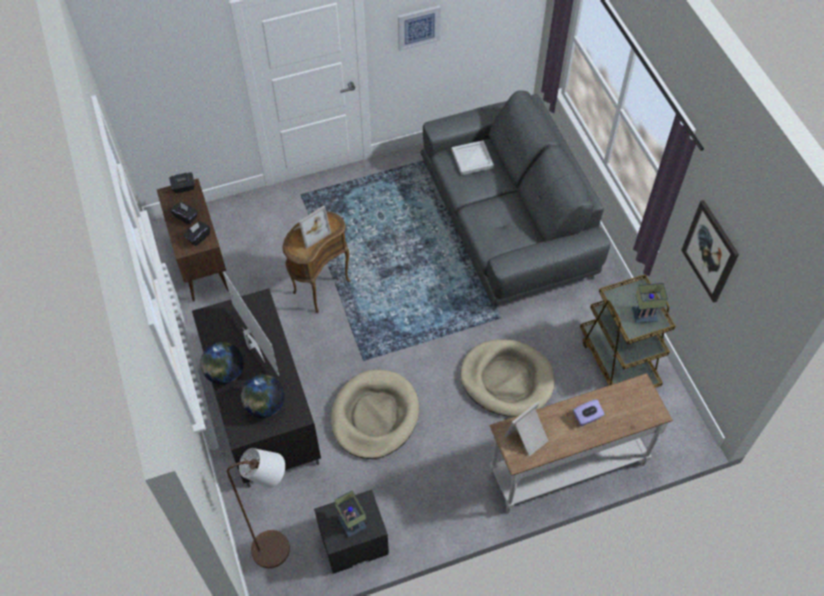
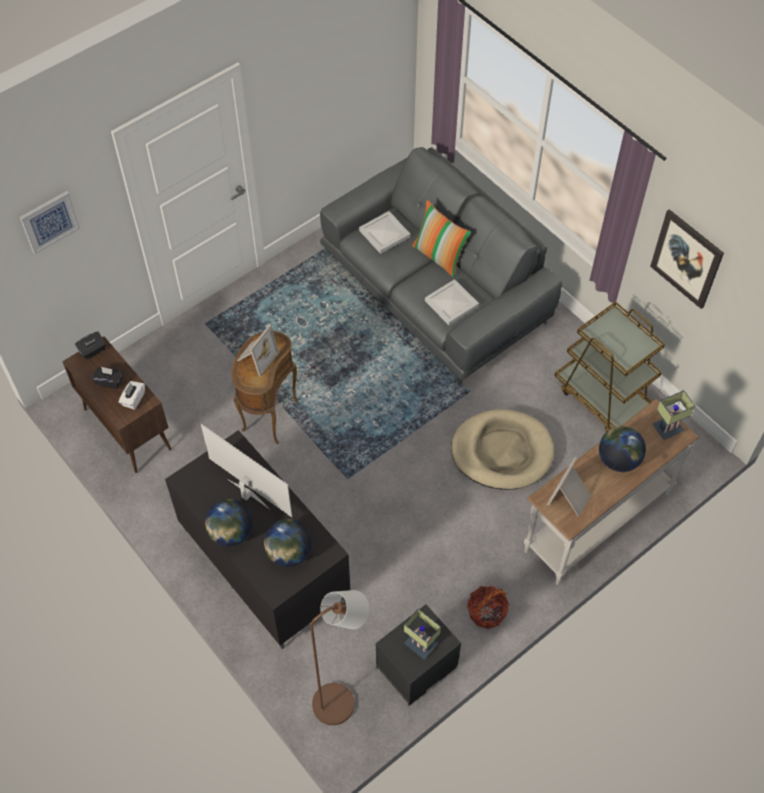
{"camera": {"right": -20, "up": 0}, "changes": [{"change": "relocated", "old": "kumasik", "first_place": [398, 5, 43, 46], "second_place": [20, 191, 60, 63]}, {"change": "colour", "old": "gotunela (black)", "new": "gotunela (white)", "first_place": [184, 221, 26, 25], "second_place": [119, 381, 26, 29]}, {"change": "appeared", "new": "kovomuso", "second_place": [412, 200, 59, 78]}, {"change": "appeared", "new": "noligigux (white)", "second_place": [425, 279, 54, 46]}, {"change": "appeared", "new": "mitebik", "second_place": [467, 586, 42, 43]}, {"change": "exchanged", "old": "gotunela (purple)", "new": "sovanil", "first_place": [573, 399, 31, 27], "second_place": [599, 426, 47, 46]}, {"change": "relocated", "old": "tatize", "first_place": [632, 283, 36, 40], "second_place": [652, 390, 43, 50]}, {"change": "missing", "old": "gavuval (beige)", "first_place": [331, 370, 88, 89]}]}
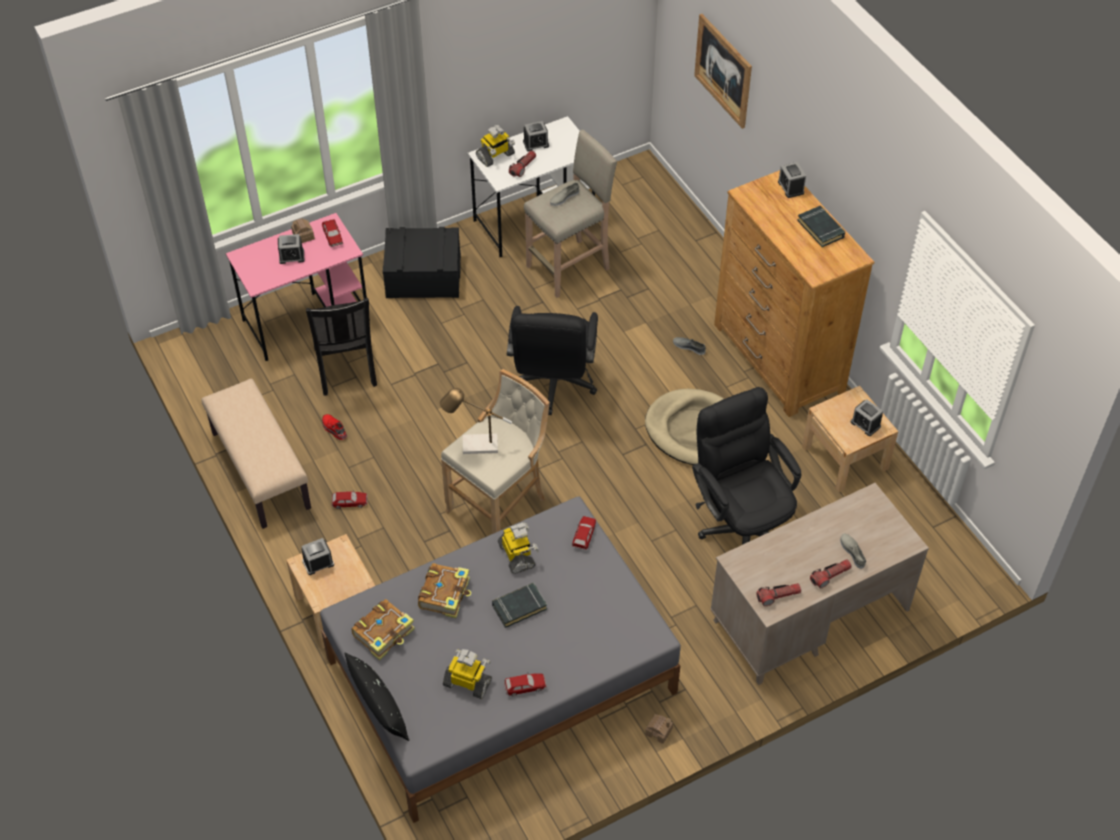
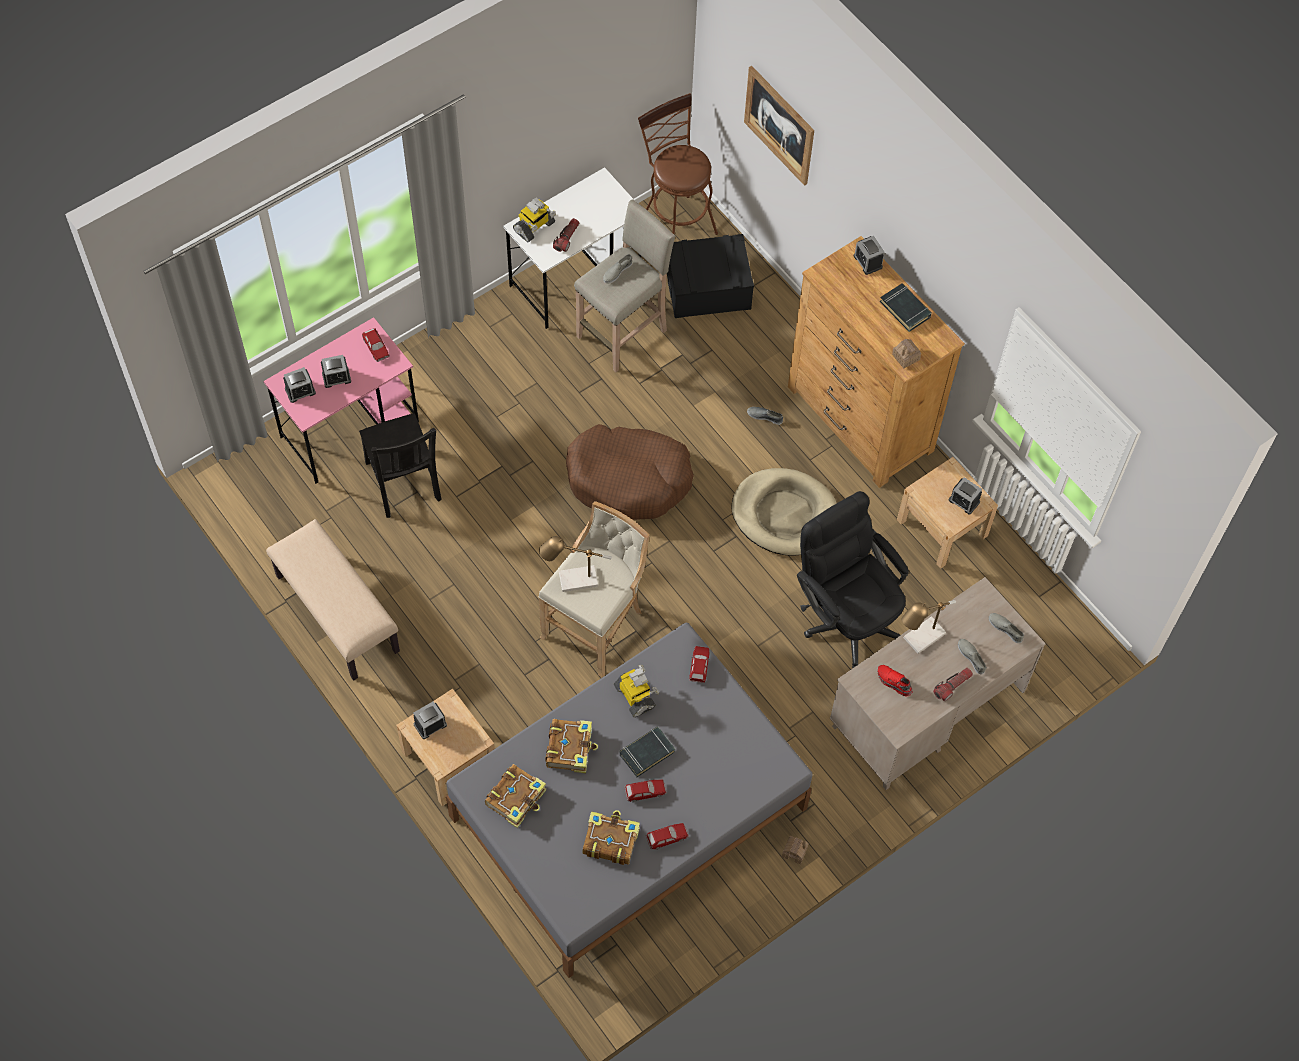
{"camera": {"right": -10, "up": 10}, "changes": [{"change": "relocated", "old": "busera", "first_place": [523, 121, 26, 31], "second_place": [283, 367, 33, 36]}, {"change": "exchanged", "old": "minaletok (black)", "new": "gavuval (brown)", "first_place": [507, 306, 91, 109], "second_place": [566, 424, 128, 96]}, {"change": "exchanged", "old": "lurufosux", "new": "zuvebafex", "first_place": [443, 649, 49, 50], "second_place": [583, 810, 57, 55]}, {"change": "relocated", "old": "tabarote", "first_place": [332, 491, 36, 18], "second_place": [624, 779, 42, 23]}, {"change": "appeared", "new": "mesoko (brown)", "second_place": [638, 93, 80, 142]}, {"change": "relocated", "old": "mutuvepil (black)", "first_place": [383, 227, 78, 71], "second_place": [667, 234, 87, 84]}, {"change": "relocated", "old": "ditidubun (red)", "first_place": [322, 414, 25, 26], "second_place": [878, 665, 35, 31]}, {"change": "relocated", "old": "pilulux", "first_place": [291, 218, 24, 25], "second_place": [892, 339, 29, 29]}, {"change": "appeared", "new": "tatize", "second_place": [902, 600, 54, 54]}, {"change": "appeared", "new": "ditidubun (grey)", "second_place": [989, 613, 35, 30]}, {"change": "missing", "old": "kovomuso (black)", "first_place": [345, 653, 64, 88]}, {"change": "missing", "old": "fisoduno", "first_place": [756, 583, 45, 23]}]}
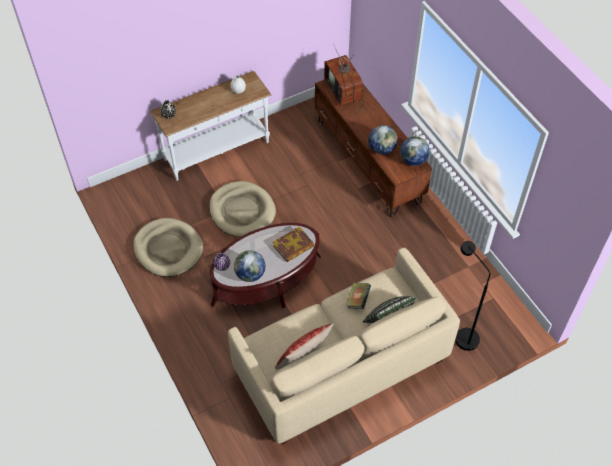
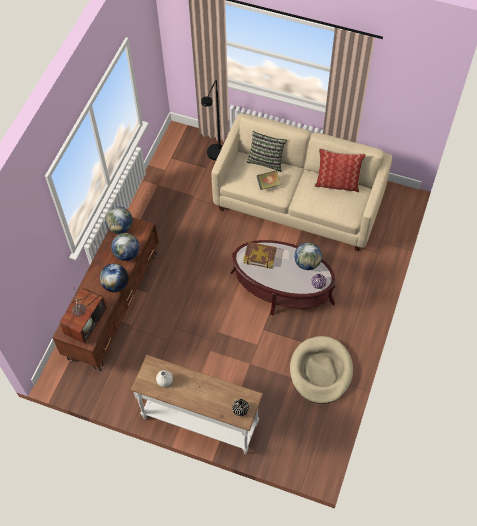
{"camera": {"right": -130, "up": 5}, "changes": [{"change": "appeared", "new": "sovanil", "second_place": [100, 264, 29, 28]}, {"change": "missing", "old": "gavuval (beige)", "first_place": [209, 181, 67, 56]}]}
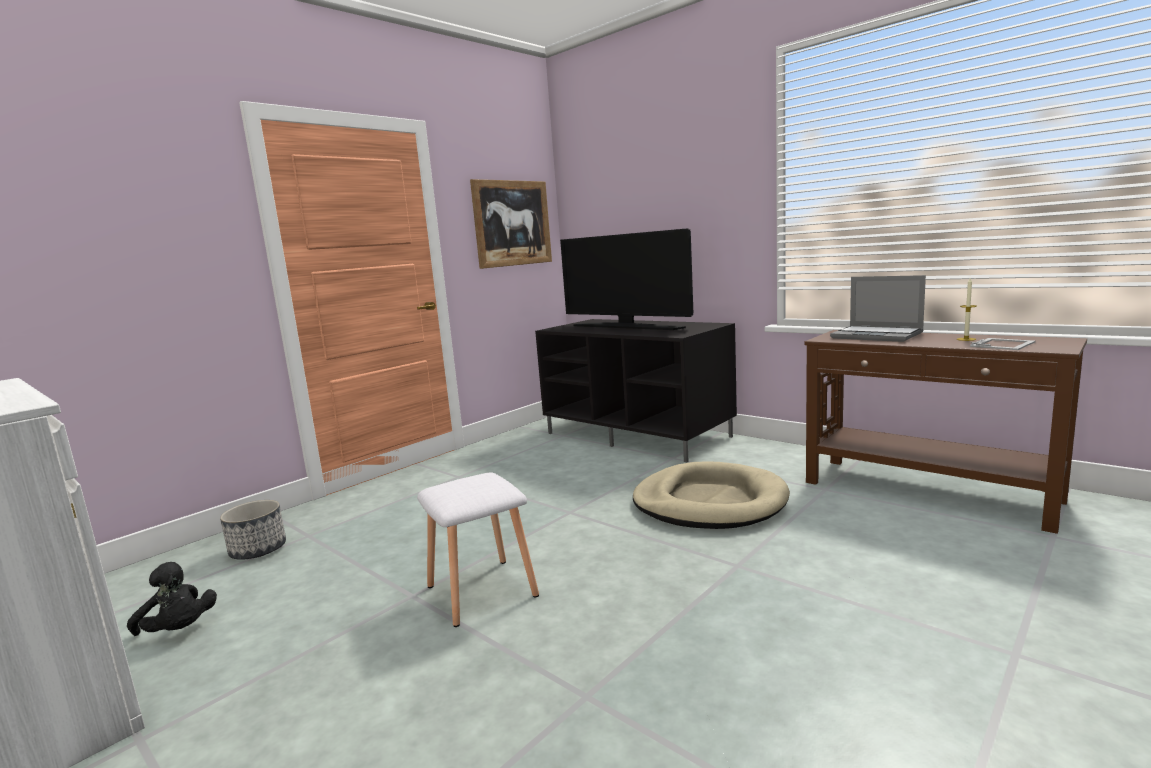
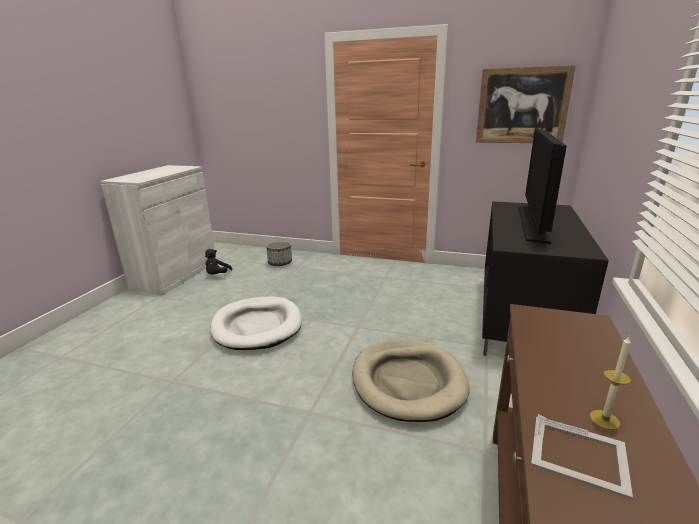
{"camera": {"right": 65, "up": 10}, "changes": [{"change": "exchanged", "old": "mesoko (white)", "new": "gavuval (white)", "first_place": [417, 473, 122, 154], "second_place": [210, 297, 92, 53]}, {"change": "missing", "old": "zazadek", "first_place": [830, 275, 96, 67]}]}
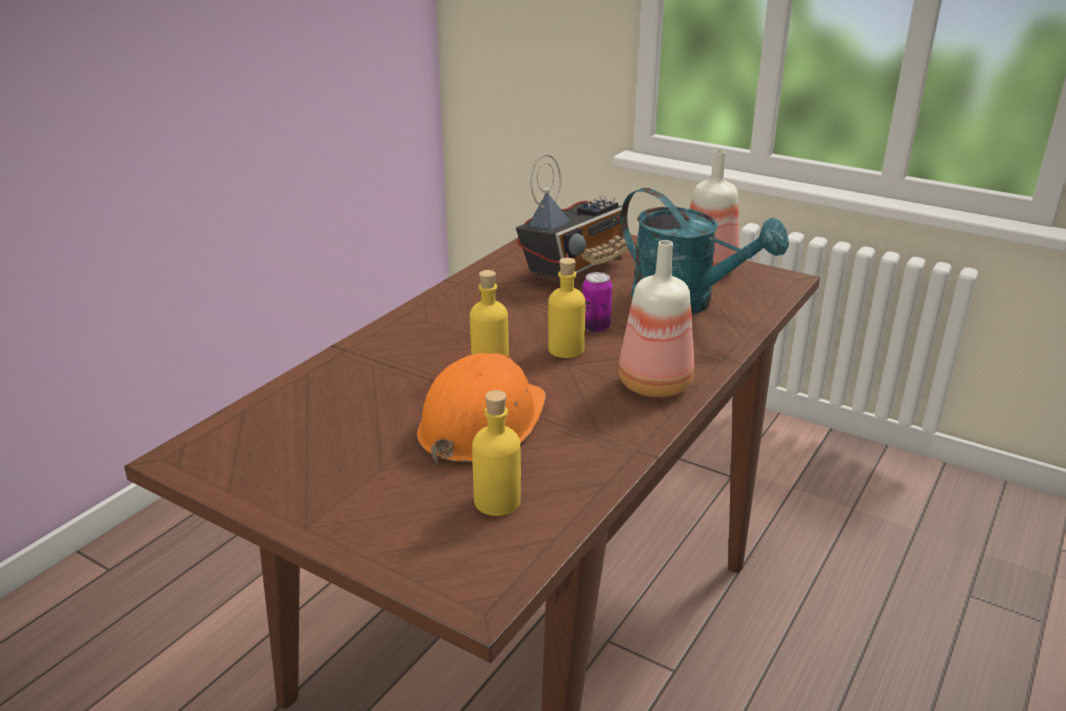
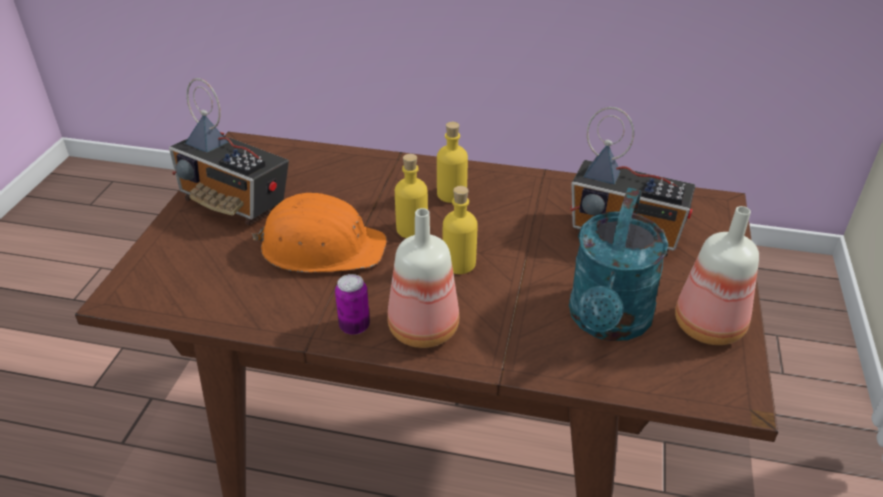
{"camera": {"right": 70, "up": 10}, "changes": [{"change": "appeared", "new": "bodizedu", "second_place": [169, 78, 120, 147]}, {"change": "relocated", "old": "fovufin", "first_place": [582, 272, 31, 60], "second_place": [335, 274, 35, 61]}, {"change": "relocated", "old": "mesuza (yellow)", "first_place": [472, 390, 49, 126], "second_place": [437, 122, 31, 81]}]}
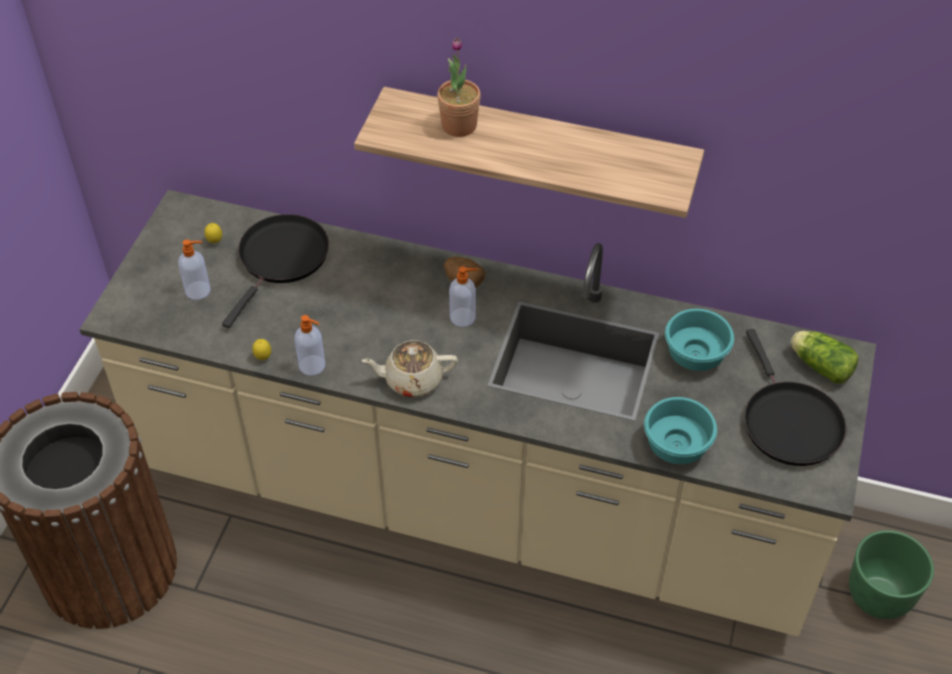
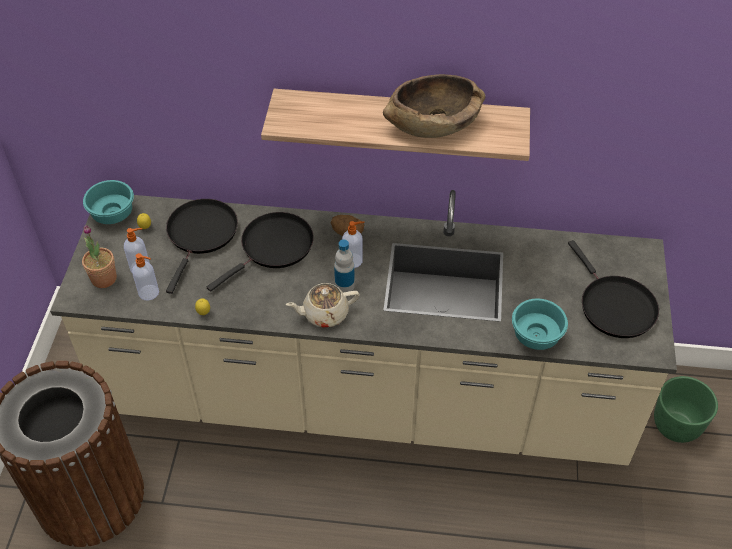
{"camera": {"right": -10, "up": 0}, "changes": [{"change": "relocated", "old": "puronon", "first_place": [437, 37, 44, 100], "second_place": [82, 225, 35, 63]}, {"change": "relocated", "old": "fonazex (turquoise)", "first_place": [665, 309, 69, 62], "second_place": [83, 180, 51, 44]}, {"change": "relocated", "old": "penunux", "first_place": [294, 315, 31, 61], "second_place": [132, 253, 27, 48]}, {"change": "appeared", "new": "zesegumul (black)", "second_place": [207, 212, 107, 79]}, {"change": "appeared", "new": "mesuza", "second_place": [334, 239, 21, 54]}, {"change": "appeared", "new": "fonazex (brown)", "second_place": [383, 74, 102, 64]}, {"change": "missing", "old": "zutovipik", "first_place": [790, 331, 69, 53]}]}
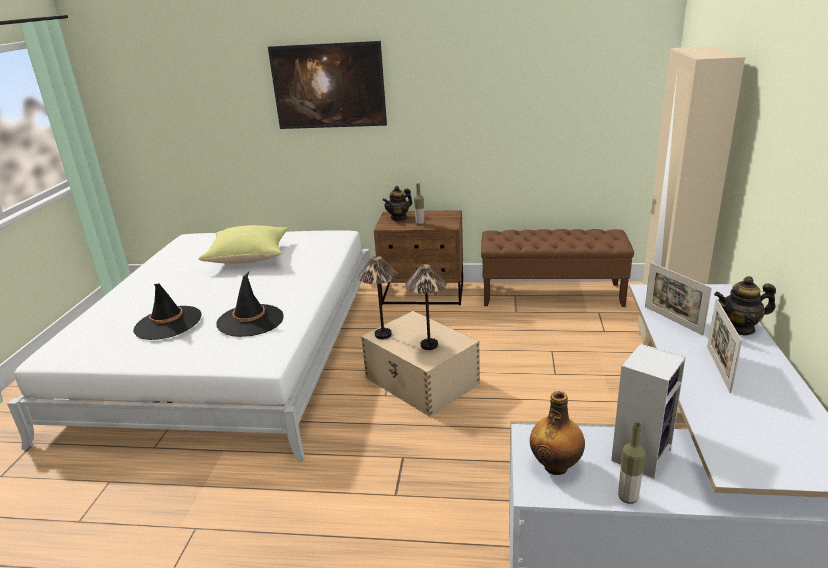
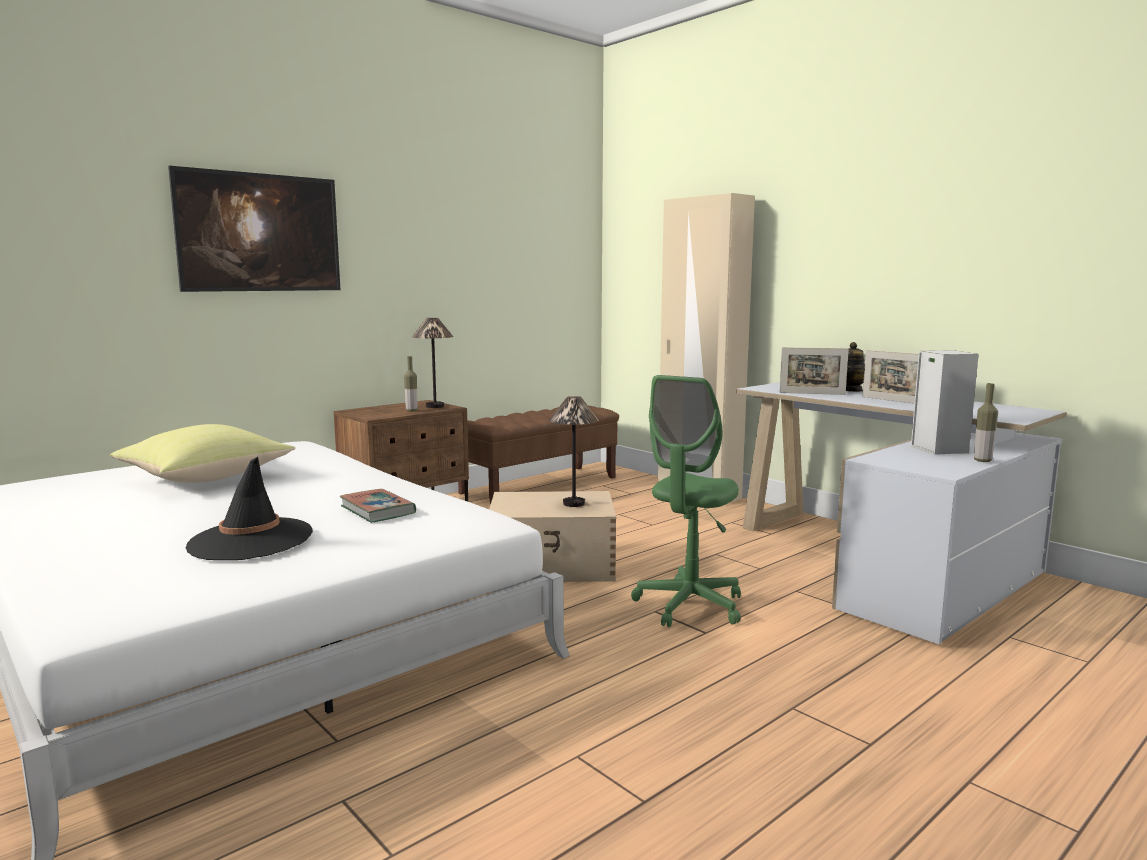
{"camera": {"right": -50, "up": -15}, "changes": [{"change": "exchanged", "old": "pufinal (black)", "new": "zuvebafex", "first_place": [216, 272, 67, 65], "second_place": [339, 489, 77, 34]}, {"change": "relocated", "old": "tatize", "first_place": [358, 256, 40, 83], "second_place": [412, 318, 41, 90]}, {"change": "appeared", "new": "minaletok (green)", "second_place": [631, 375, 110, 252]}, {"change": "missing", "old": "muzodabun", "first_place": [383, 186, 29, 35]}, {"change": "missing", "old": "mesuza", "first_place": [530, 391, 55, 84]}]}
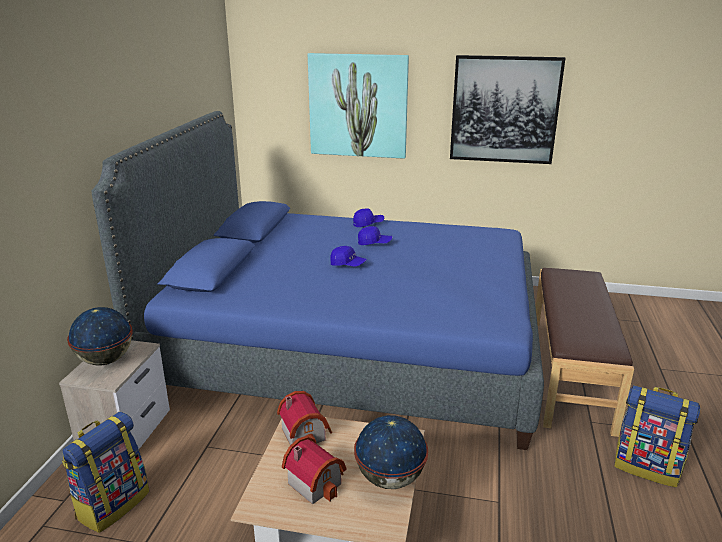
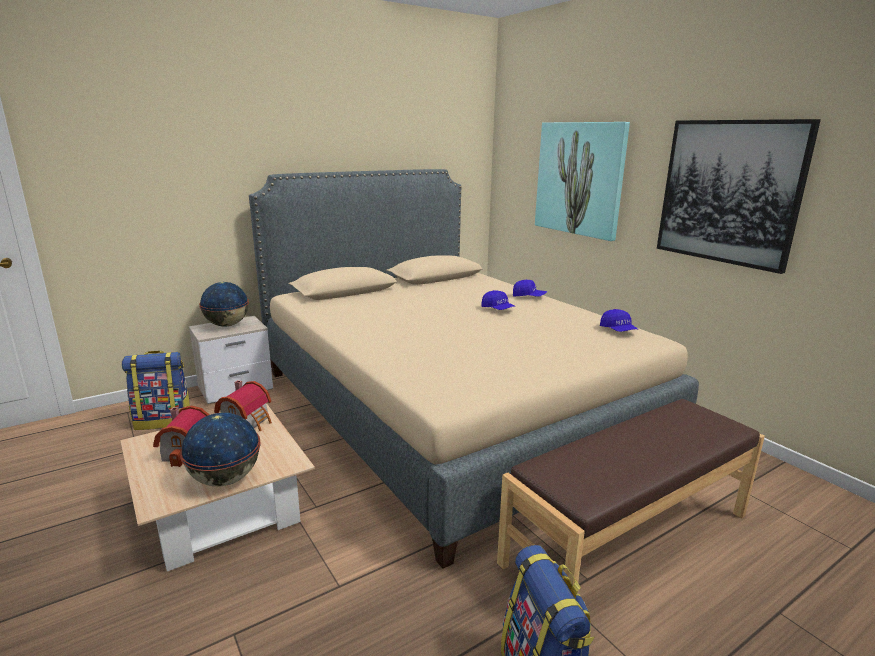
{"camera": {"right": 45, "up": -5}, "changes": [{"change": "colour", "old": "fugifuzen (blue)", "new": "fugifuzen (beige)", "first_place": [92, 111, 452, 339], "second_place": [249, 169, 450, 400]}, {"change": "relocated", "old": "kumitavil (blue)", "first_place": [330, 246, 37, 20], "second_place": [600, 309, 38, 23]}]}
